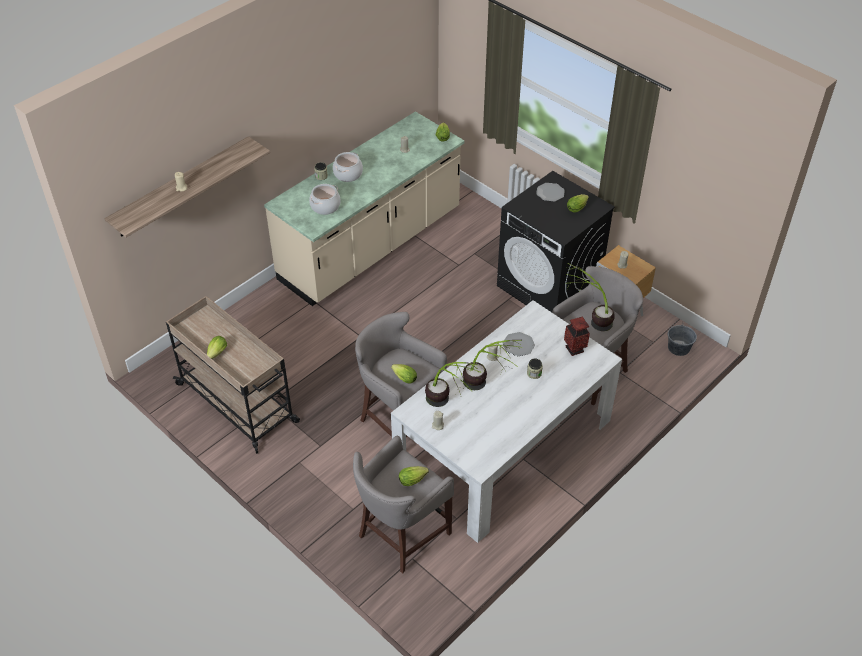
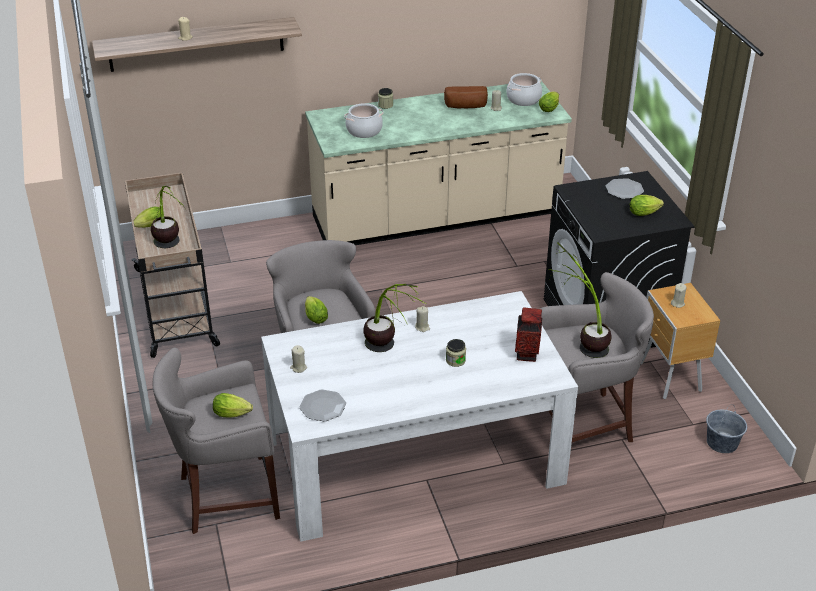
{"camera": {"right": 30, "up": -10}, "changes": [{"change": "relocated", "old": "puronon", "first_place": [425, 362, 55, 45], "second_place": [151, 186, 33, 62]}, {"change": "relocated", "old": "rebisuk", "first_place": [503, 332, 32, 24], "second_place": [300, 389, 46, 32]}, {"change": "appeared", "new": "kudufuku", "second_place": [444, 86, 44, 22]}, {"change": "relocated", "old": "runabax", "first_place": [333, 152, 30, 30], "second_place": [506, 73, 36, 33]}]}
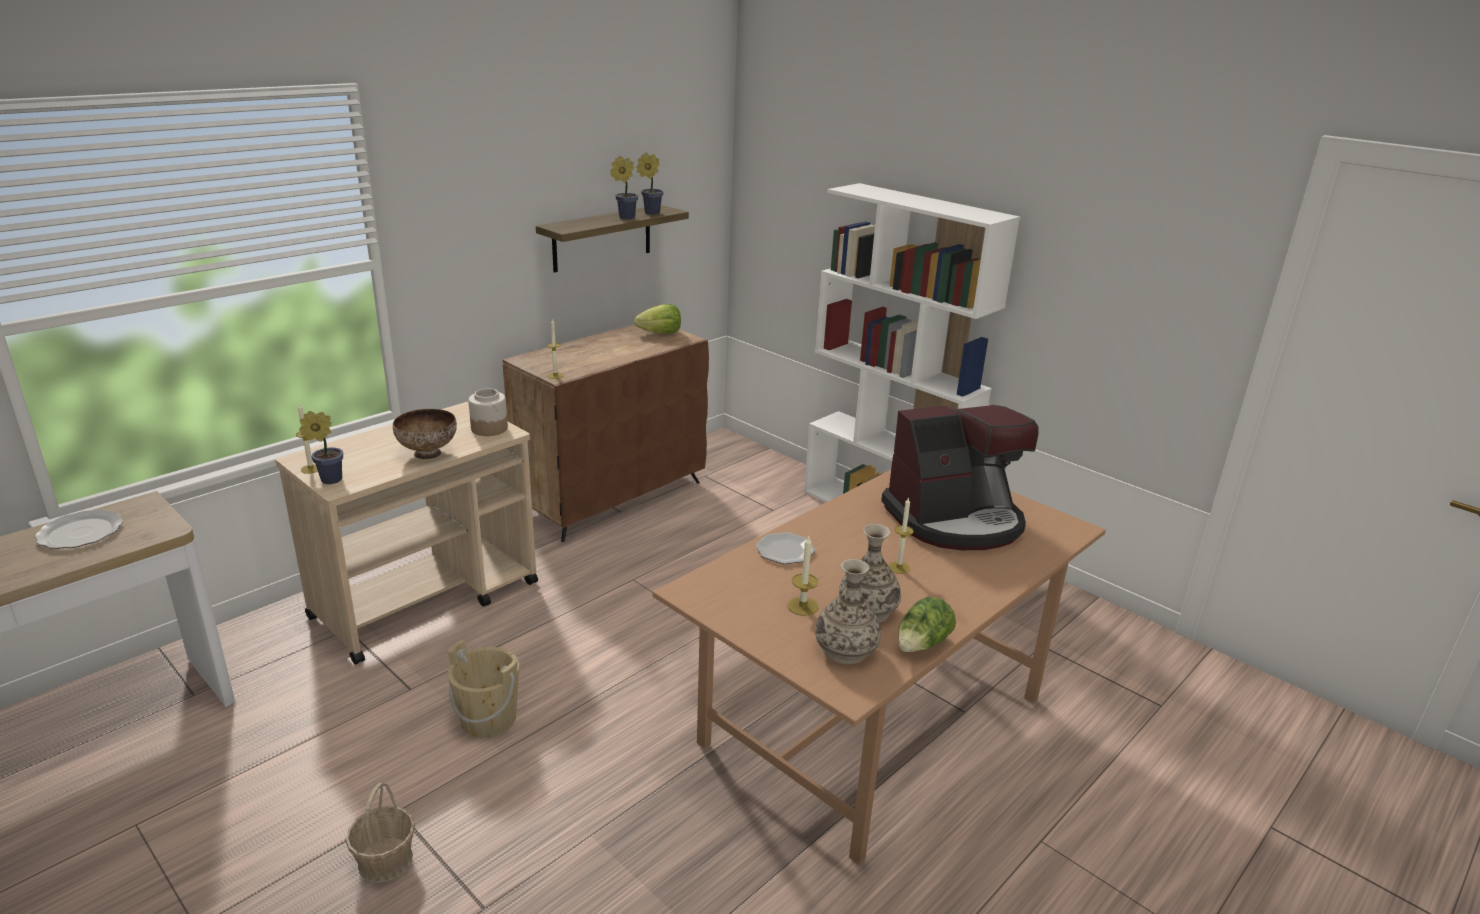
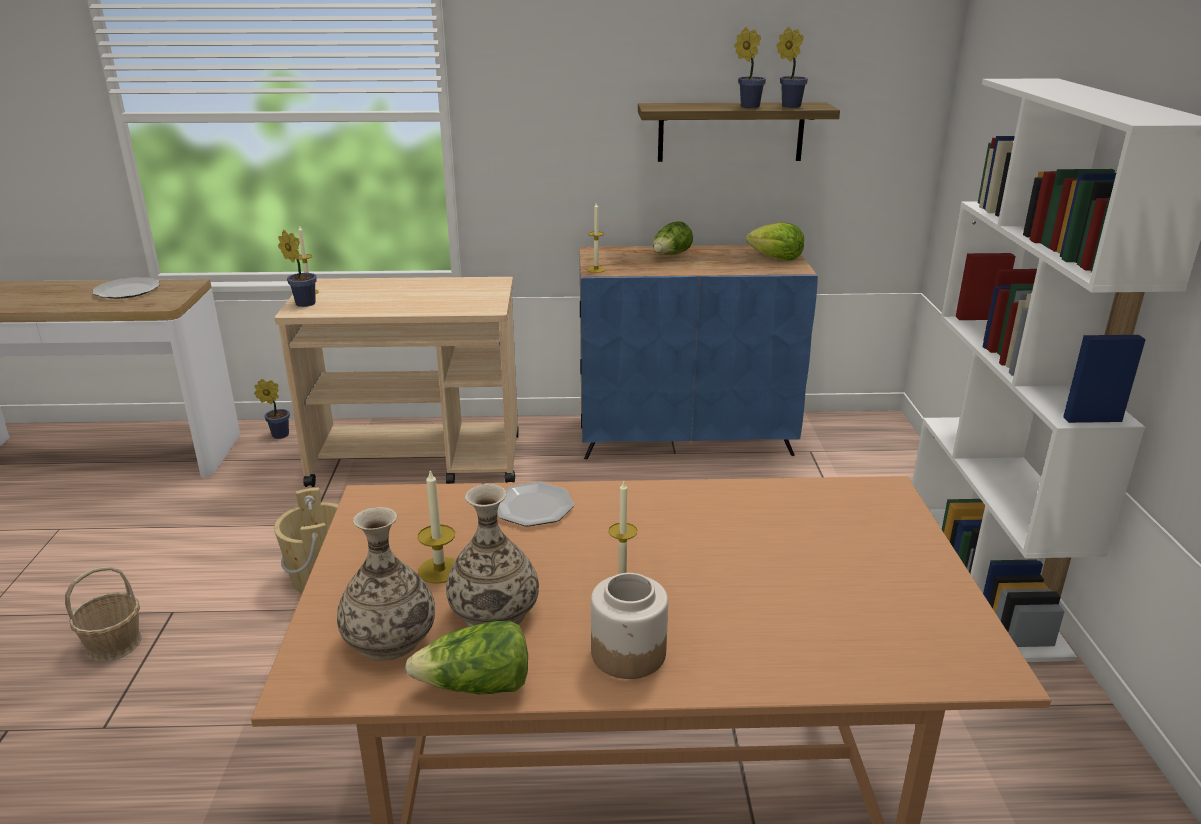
{"camera": {"right": 45, "up": 0}, "changes": [{"change": "appeared", "new": "puronon", "second_place": [254, 379, 36, 60]}, {"change": "colour", "old": "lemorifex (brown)", "new": "lemorifex (blue)", "first_place": [503, 324, 206, 218], "second_place": [580, 245, 238, 214]}, {"change": "relocated", "old": "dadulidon", "first_place": [468, 389, 40, 47], "second_place": [591, 573, 77, 106]}, {"change": "appeared", "new": "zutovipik", "second_place": [653, 221, 40, 34]}, {"change": "missing", "old": "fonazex", "first_place": [393, 409, 64, 50]}, {"change": "missing", "old": "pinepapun", "first_place": [881, 405, 157, 145]}]}
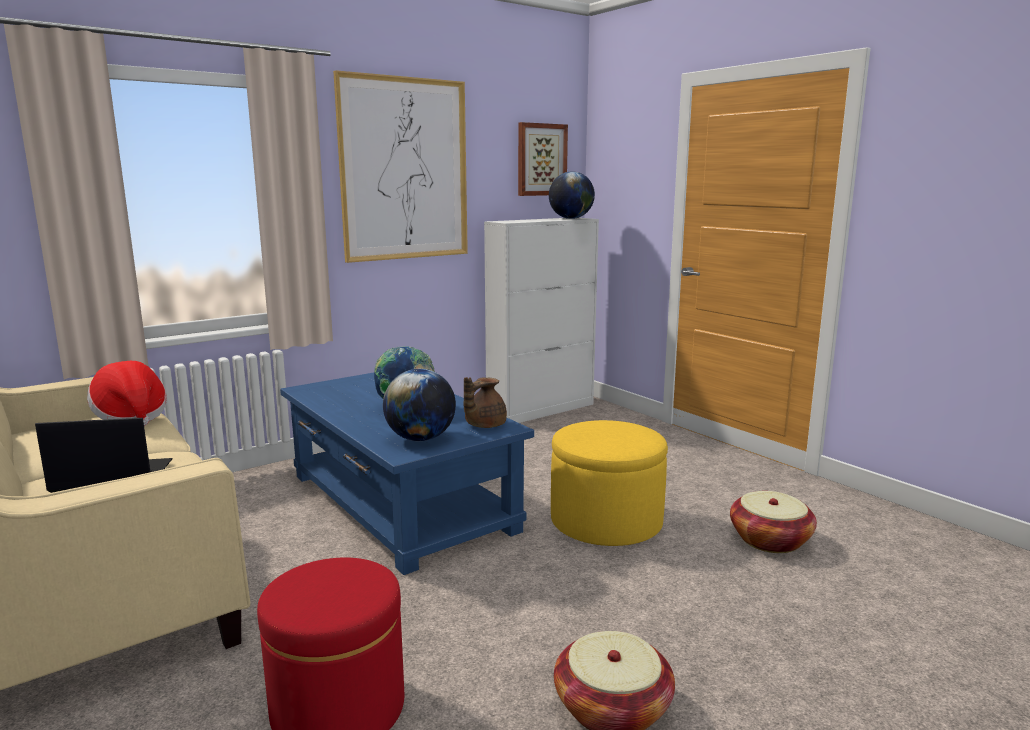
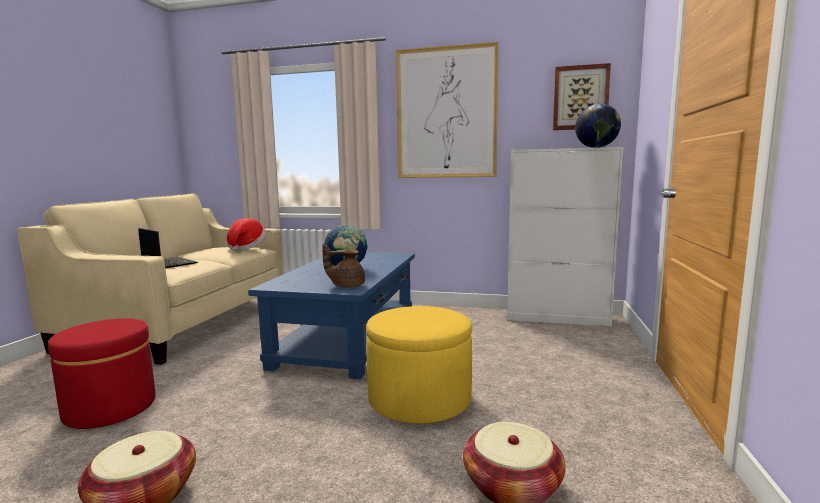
{"camera": {"right": 50, "up": -5}, "changes": [{"change": "missing", "old": "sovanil", "first_place": [383, 369, 73, 72]}]}
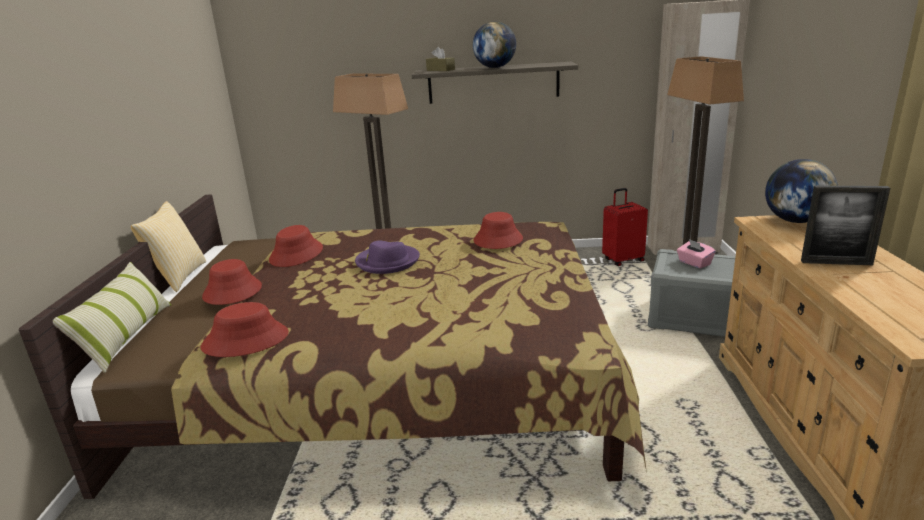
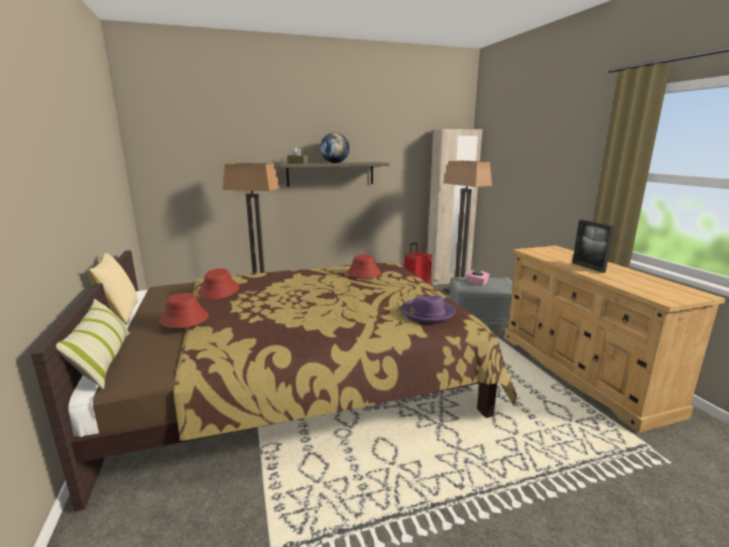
{"camera": {"right": -20, "up": -5}, "changes": [{"change": "relocated", "old": "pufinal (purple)", "first_place": [355, 241, 65, 33], "second_place": [401, 296, 55, 27]}, {"change": "spun", "old": "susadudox", "first_place": [801, 186, 89, 79], "second_place": [572, 219, 42, 54], "degrees": 75}, {"change": "missing", "old": "pufinal (red)", "first_place": [200, 302, 89, 55]}, {"change": "missing", "old": "sovanil", "first_place": [765, 159, 73, 64]}]}
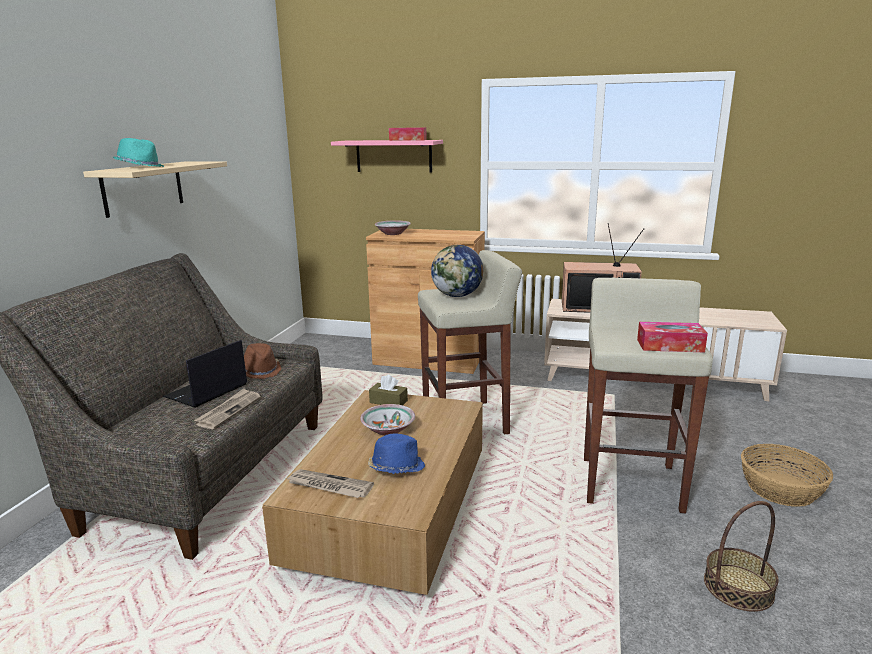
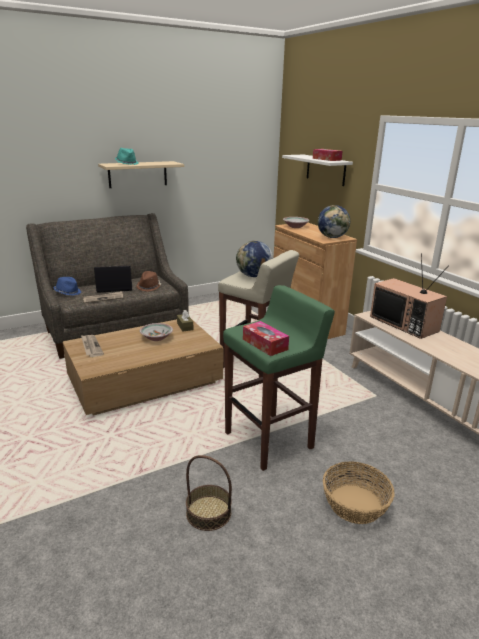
{"camera": {"right": 45, "up": 5}, "changes": [{"change": "relocated", "old": "pufinal (blue)", "first_place": [368, 433, 57, 41], "second_place": [53, 277, 28, 19]}, {"change": "colour", "old": "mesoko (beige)", "new": "mesoko (green)", "first_place": [584, 278, 129, 235], "second_place": [223, 285, 112, 186]}, {"change": "colour", "old": "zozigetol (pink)", "new": "zozigetol (white)", "first_place": [331, 140, 112, 32], "second_place": [282, 155, 71, 31]}, {"change": "appeared", "new": "sovanil", "second_place": [318, 205, 32, 33]}]}
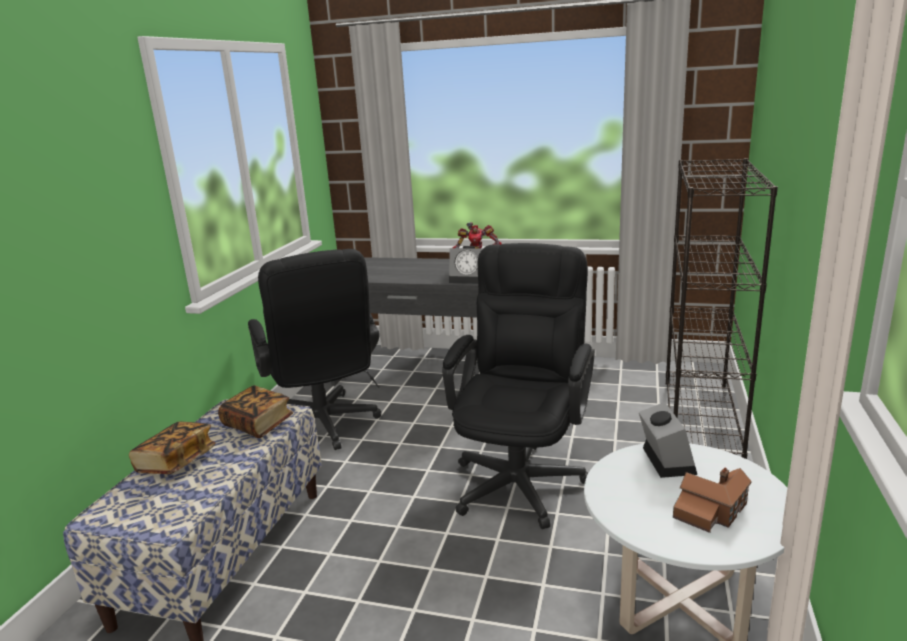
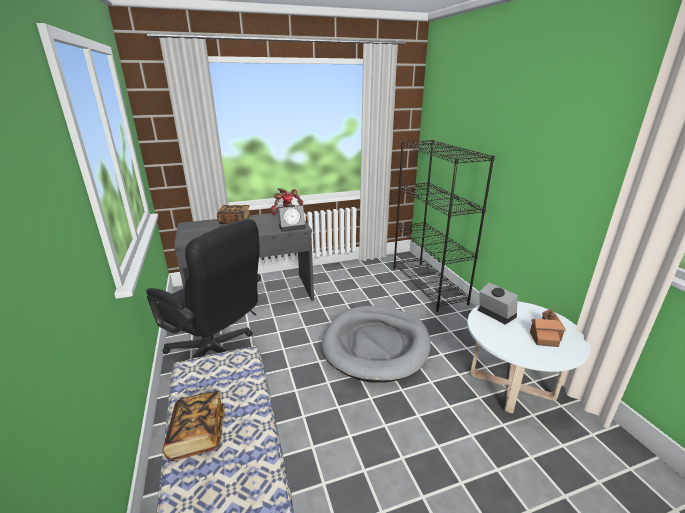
{"camera": {"right": -35, "up": 5}, "changes": [{"change": "relocated", "old": "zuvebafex", "first_place": [218, 385, 75, 53], "second_place": [217, 205, 34, 19]}, {"change": "exchanged", "old": "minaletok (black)", "new": "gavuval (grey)", "first_place": [442, 243, 153, 286], "second_place": [322, 306, 109, 77]}]}
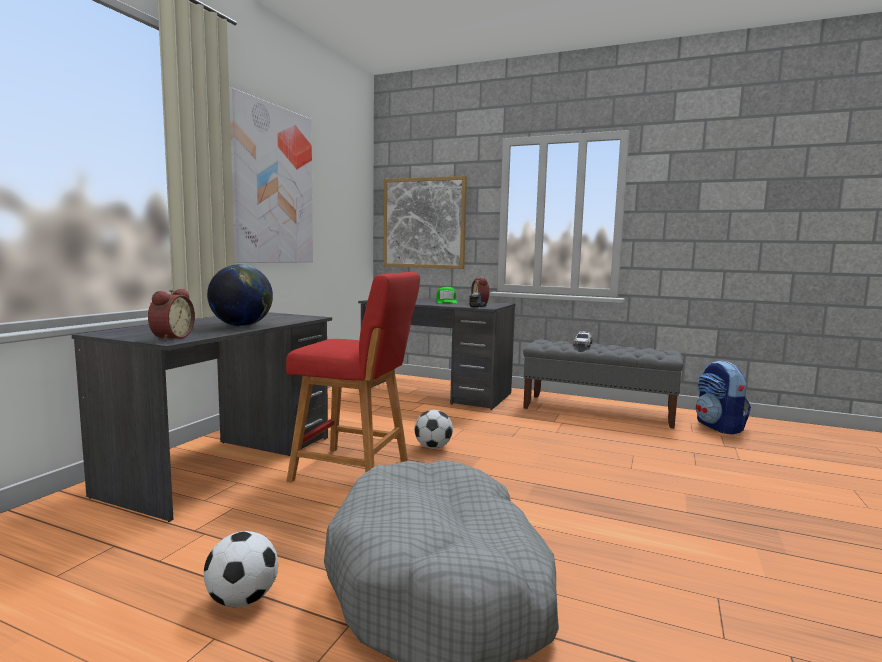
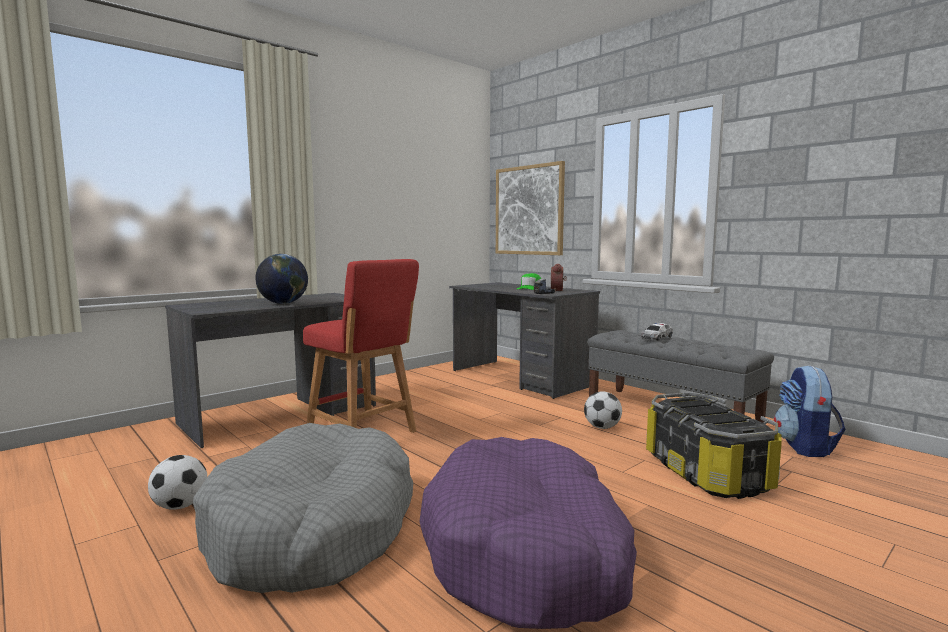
{"camera": {"right": 25, "up": 0}, "changes": [{"change": "appeared", "new": "gavuval (purple)", "second_place": [419, 437, 218, 192]}, {"change": "relocated", "old": "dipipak", "first_place": [414, 410, 39, 39], "second_place": [584, 391, 38, 38]}, {"change": "appeared", "new": "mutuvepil", "second_place": [646, 392, 136, 107]}, {"change": "missing", "old": "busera", "first_place": [148, 289, 47, 52]}, {"change": "missing", "old": "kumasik", "first_place": [229, 88, 84, 175]}]}
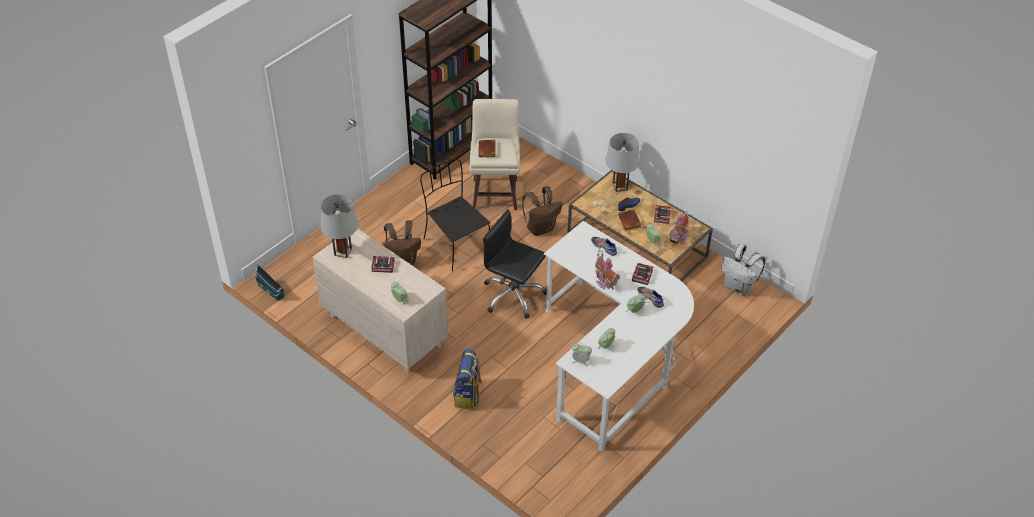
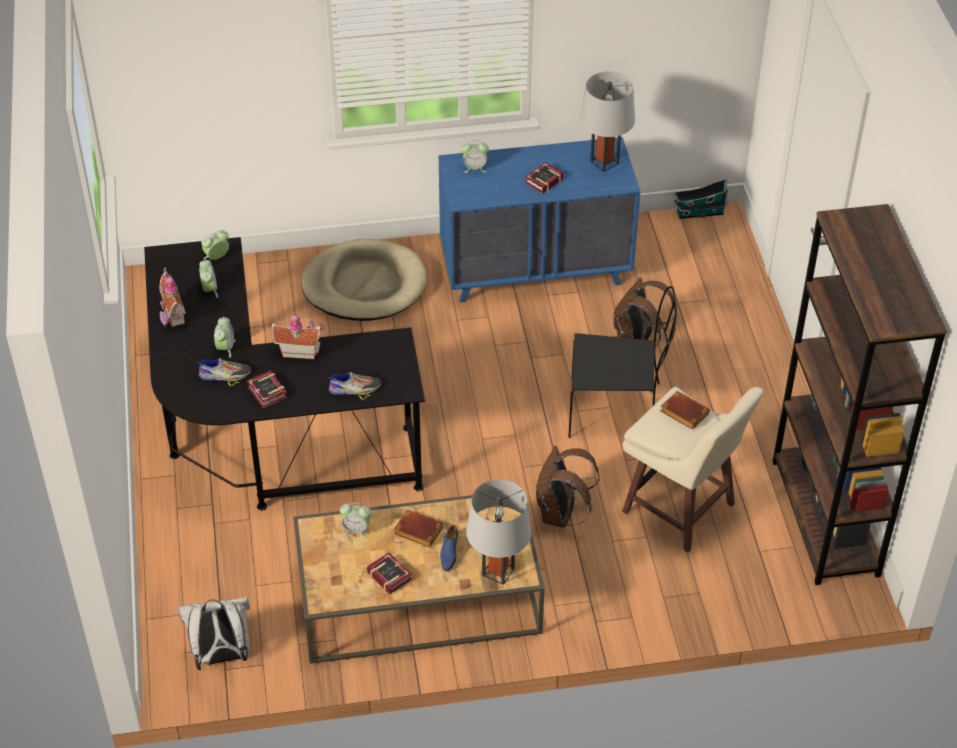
{"camera": {"right": 130, "up": 0}, "changes": [{"change": "colour", "old": "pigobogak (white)", "new": "pigobogak (black)", "first_place": [544, 221, 150, 231], "second_place": [144, 237, 281, 274]}, {"change": "relocated", "old": "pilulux", "first_place": [669, 211, 20, 33], "second_place": [159, 267, 27, 60]}, {"change": "exchanged", "old": "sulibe", "new": "gavuval (beige)", "first_place": [453, 349, 30, 61], "second_place": [302, 239, 125, 82]}, {"change": "colour", "old": "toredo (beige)", "new": "toredo (blue)", "first_place": [313, 229, 135, 145], "second_place": [438, 137, 203, 165]}, {"change": "missing", "old": "minaletok (black)", "first_place": [483, 209, 64, 110]}]}
